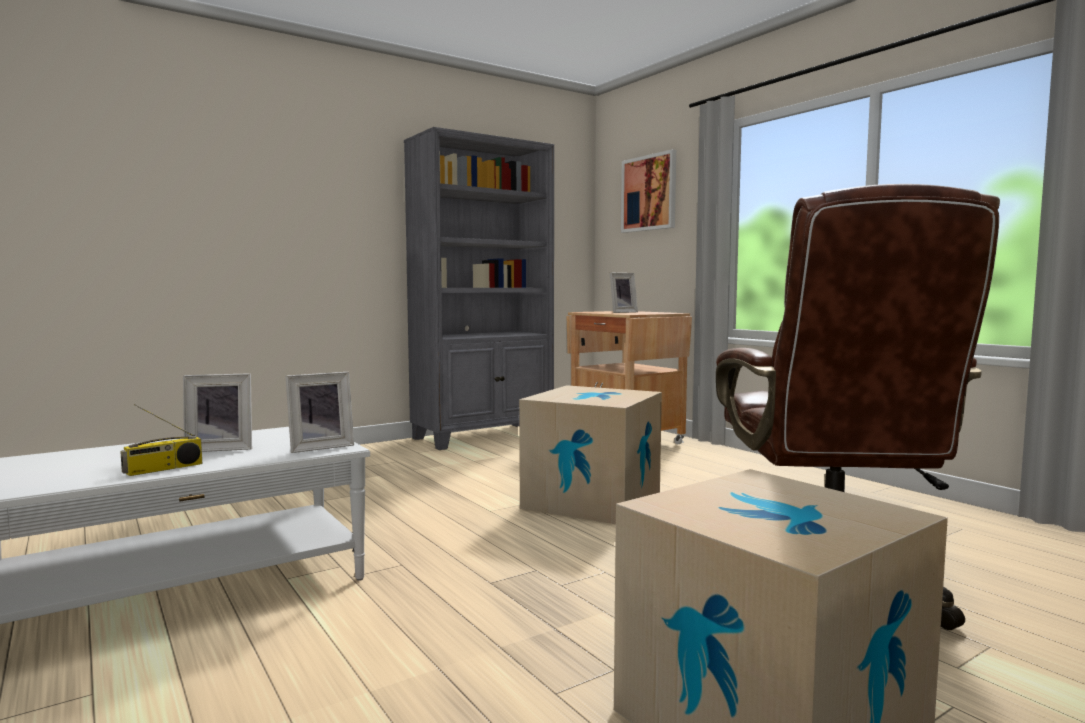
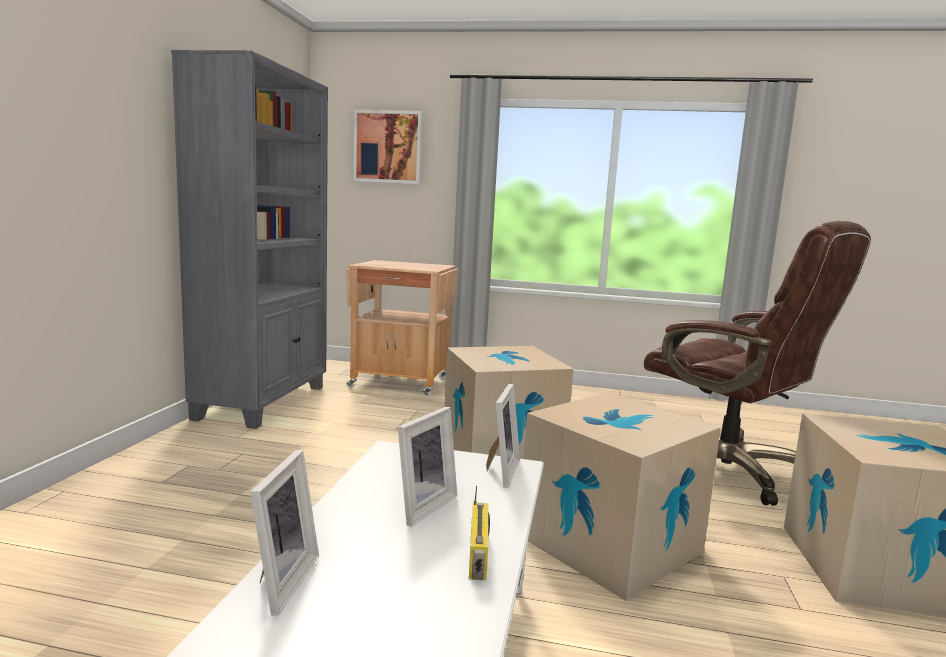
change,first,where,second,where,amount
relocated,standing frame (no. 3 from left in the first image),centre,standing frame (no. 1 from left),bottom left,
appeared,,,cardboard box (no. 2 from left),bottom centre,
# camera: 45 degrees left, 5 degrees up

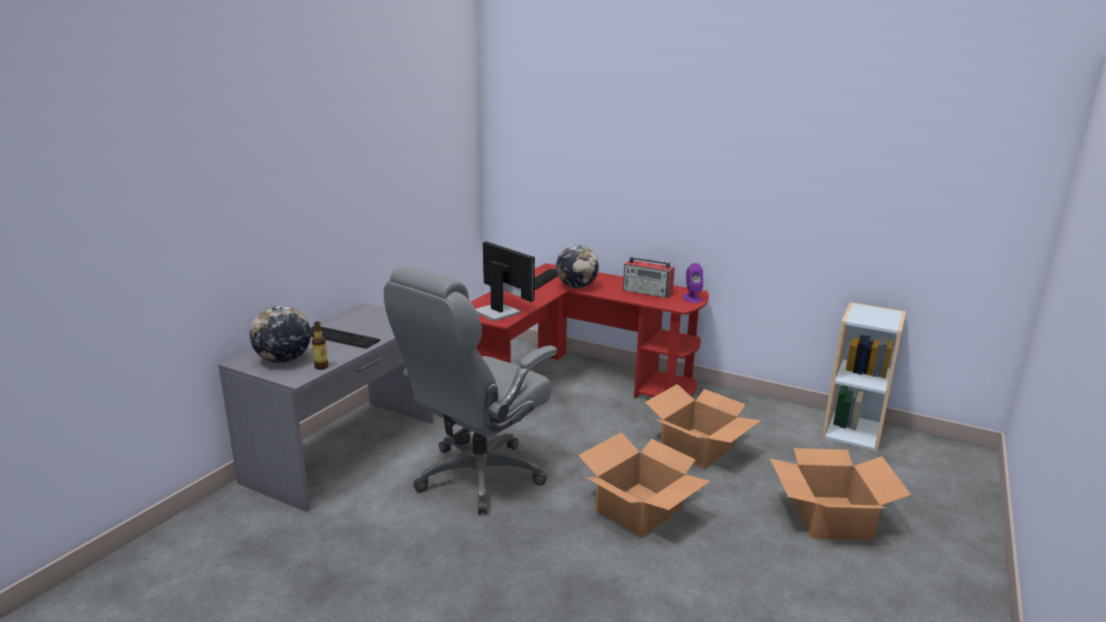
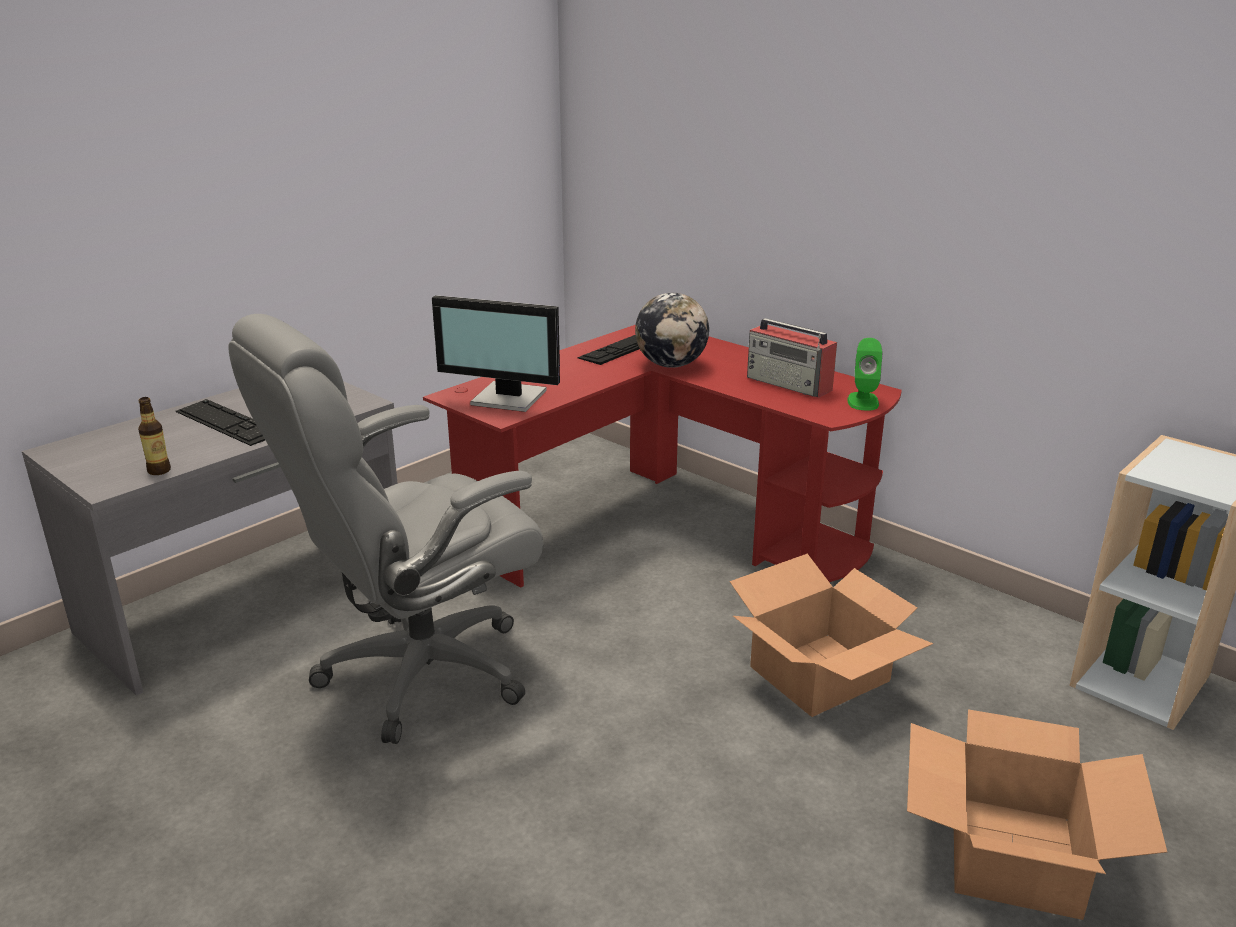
change,first,where,second,where,amount
spun,computer screen,centre,,centre,135 degrees clockwise
colour,audio speaker (purple),centre,audio speaker (green-coloured),middle right,
missing,desk globe (no. 1 from left),middle left,,,
missing,cardboard box (no. 1 from left),bottom centre,,,
# camera: 15 degrees right, 5 degrees up

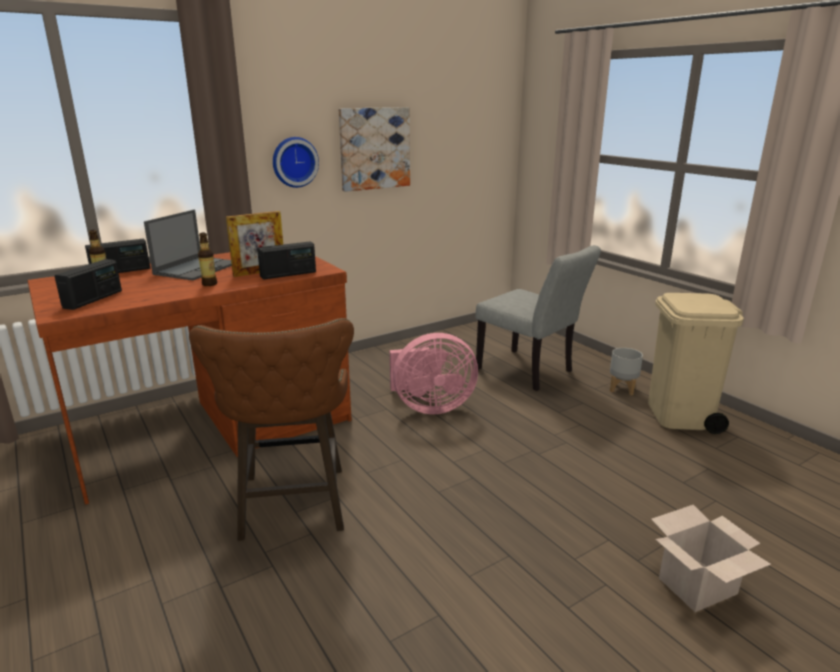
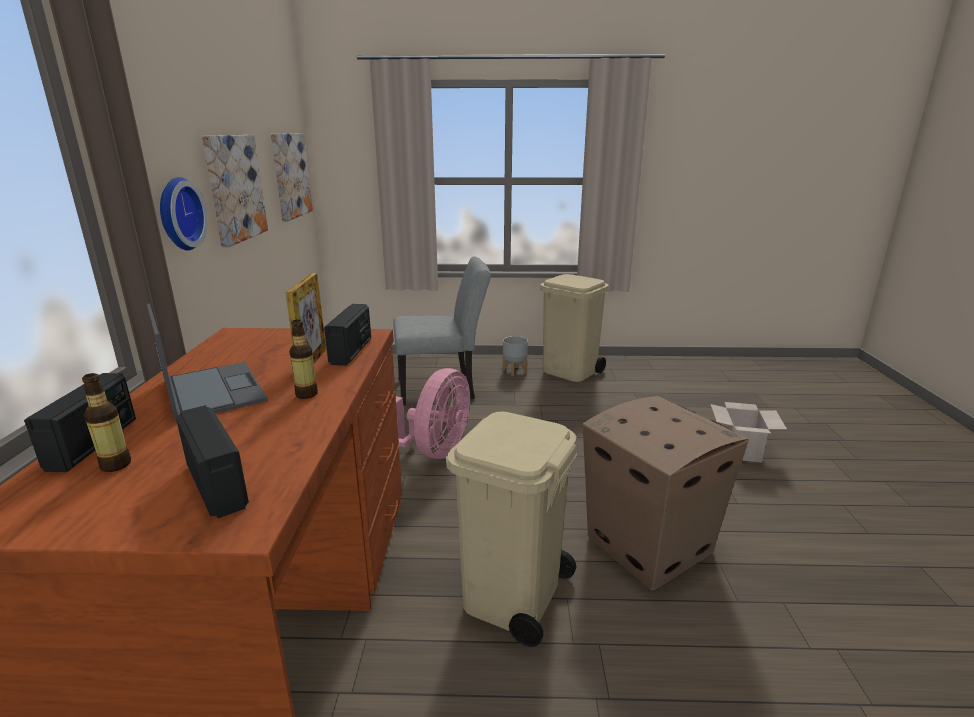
change,first,where,second,where,amount
appeared,,,wall art (no. 2 from left),top left,
exchanged,stool seat (brownish),middle left,trash can (sand-coloured) (no. 1 from left),bottom centre,
appeared,,,cardboard box (no. 1 from left),bottom right,
# camera: 55 degrees left, 0 degrees up

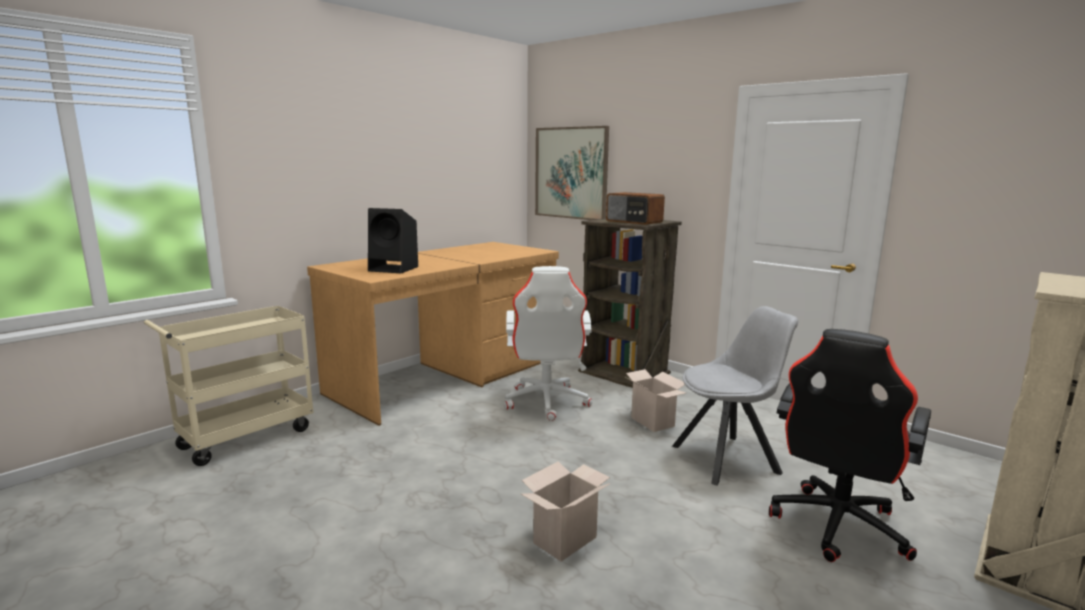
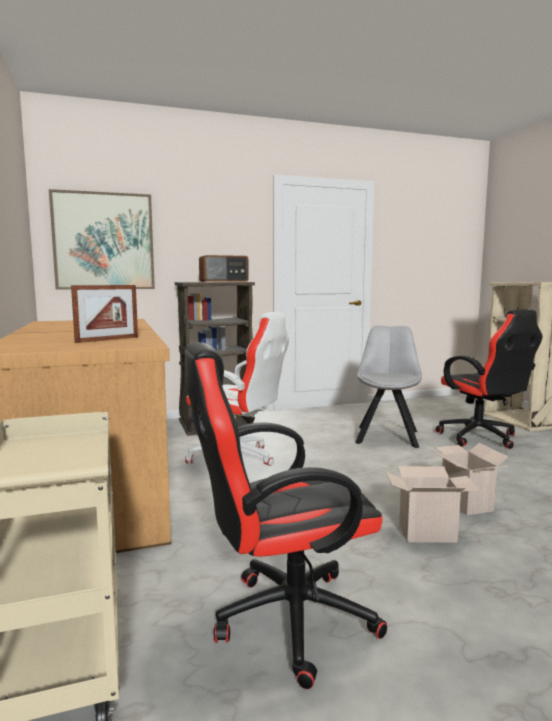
change,first,where,second,where,amount
exchanged,audio speaker (black-coloured),centre,standing frame,middle left,
appeared,,,desk chair (black-coloured) (no. 1 from left),bottom centre,
relocated,cardboard box (no. 2 from left in the first image),centre,cardboard box (no. 1 from left),bottom right,
# camera: 60 degrees left, 5 degrees down

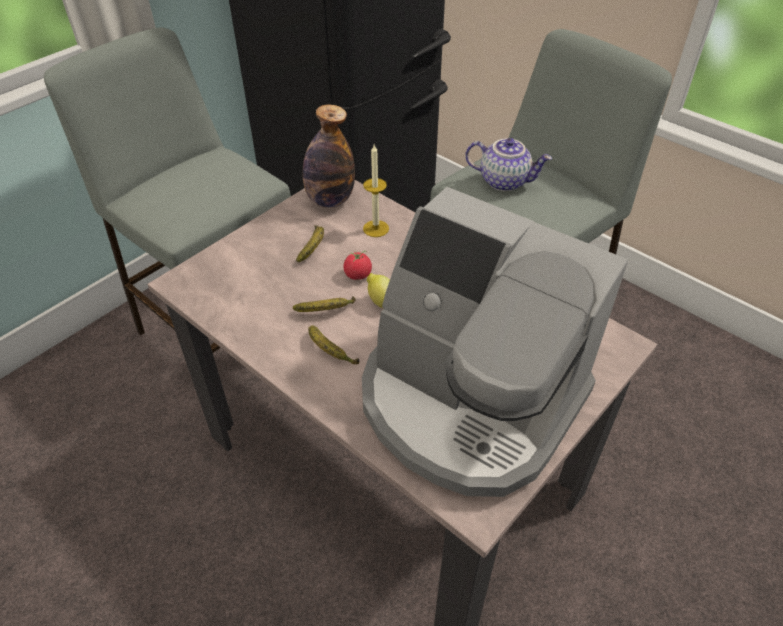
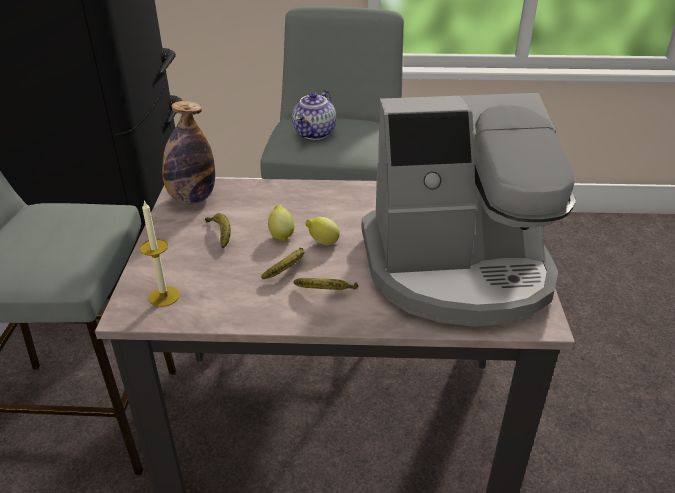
change,first,where,second,where,amount
relocated,candle,top centre,,middle left,
exchanged,tomato,centre,lemon (no. 1 from left),centre,
spun,teapot,top centre,,top centre,135 degrees clockwise
# camera: 40 degrees left, 10 degrees down

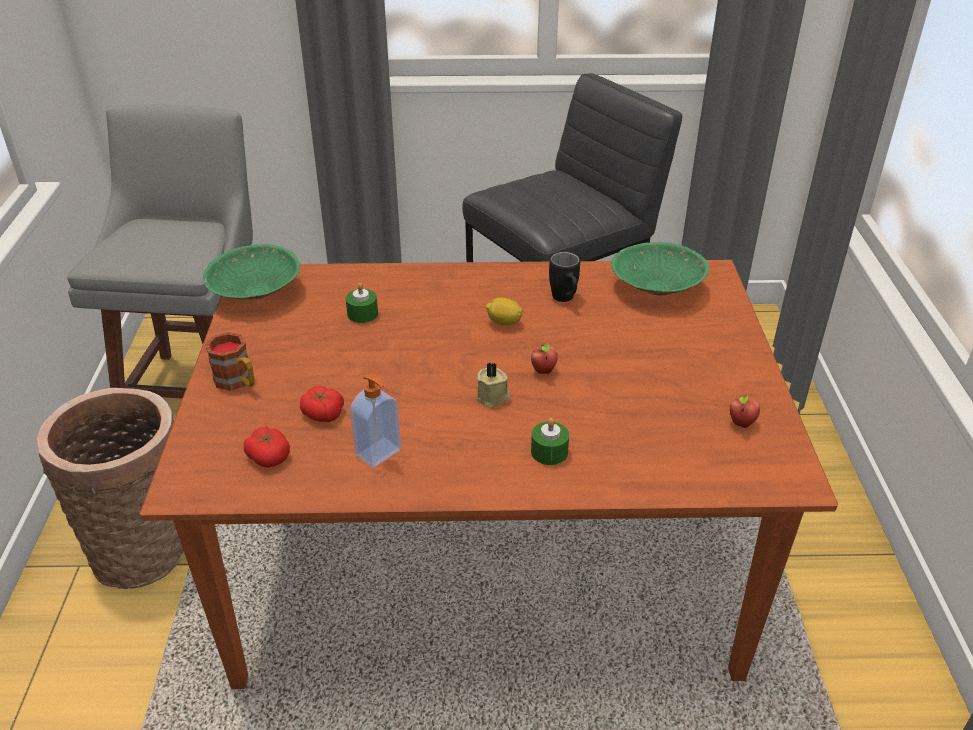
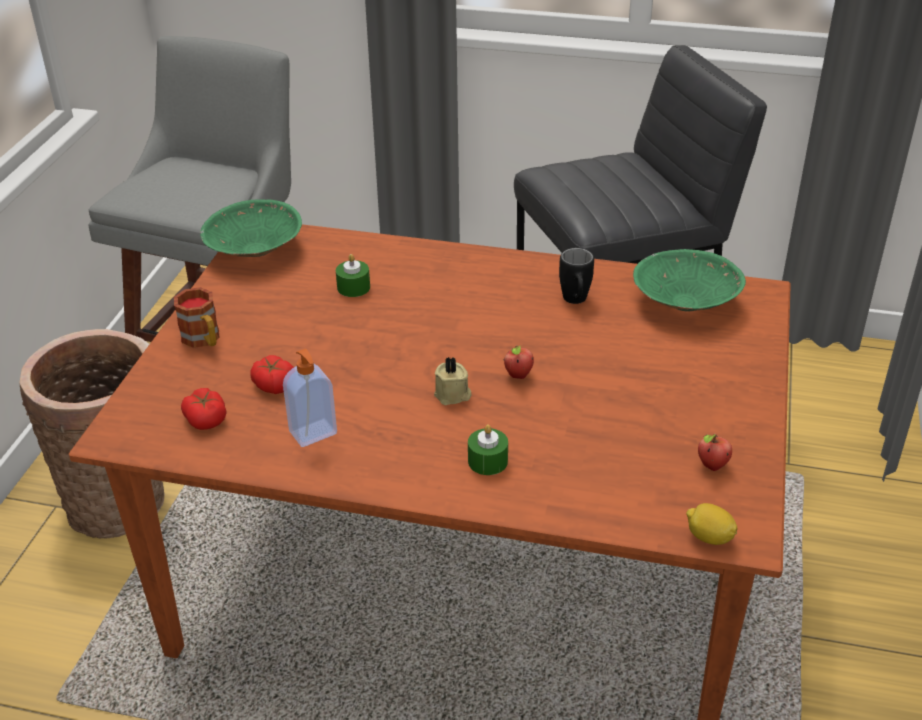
change,first,where,second,where,amount
relocated,lemon,centre,,bottom right,
# camera: 15 degrees right, 0 degrees up

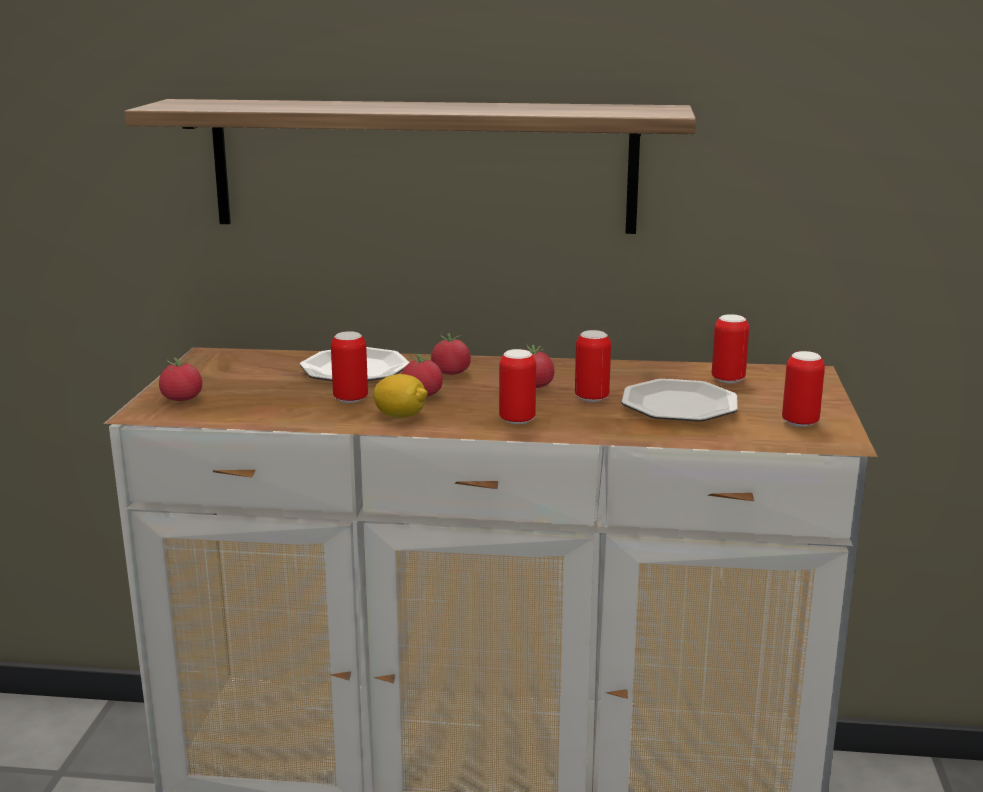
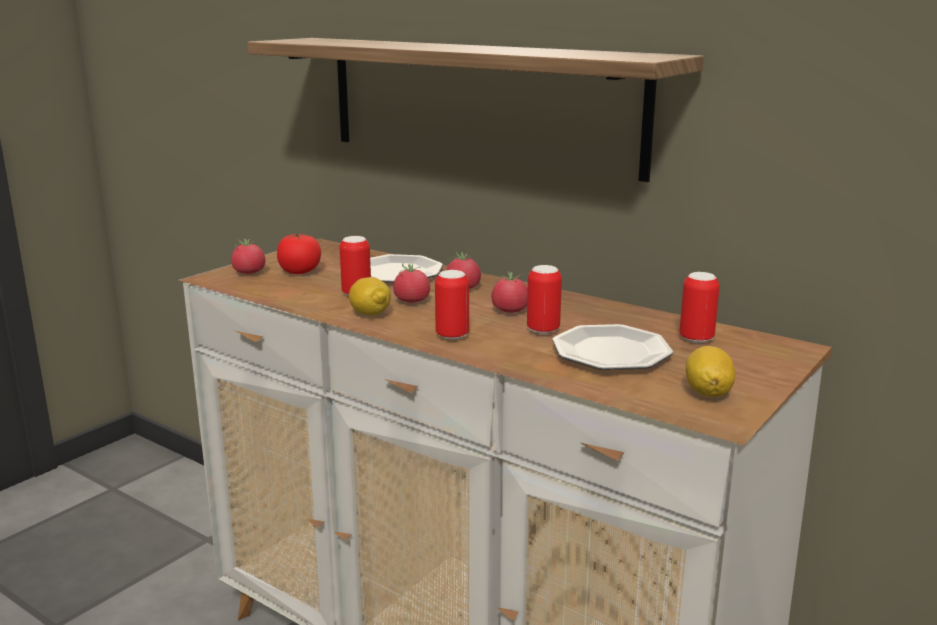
change,first,where,second,where,amount
appeared,,,tomato (no. 2 from left),middle left,
exchanged,sealed can (no. 5 from left),middle right,lemon (no. 2 from left),middle right,
# camera: 30 degrees right, 0 degrees up

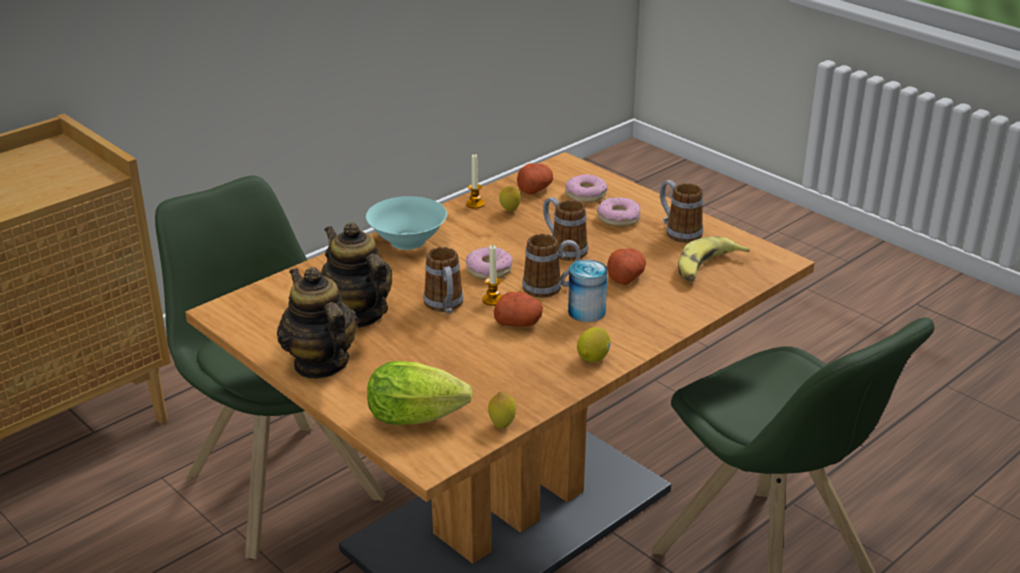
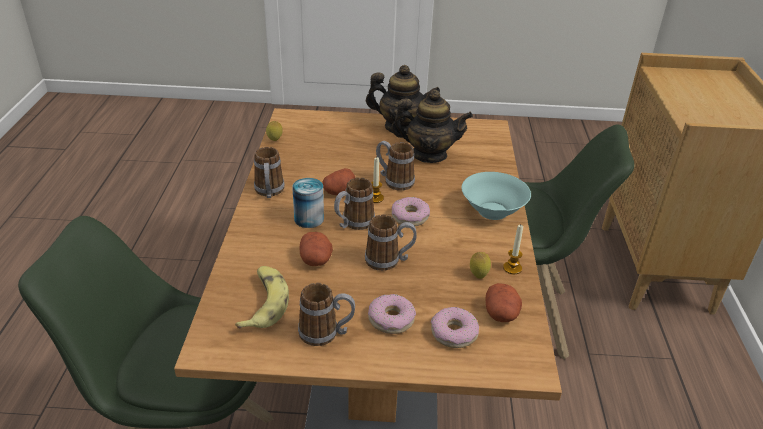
change,first,where,second,where,amount
exchanged,lemon (no. 3 from left),centre,mug (no. 1 from left),centre,
missing,lettuce head,bottom centre,,,
# camera: 135 degrees right, 5 degrees up

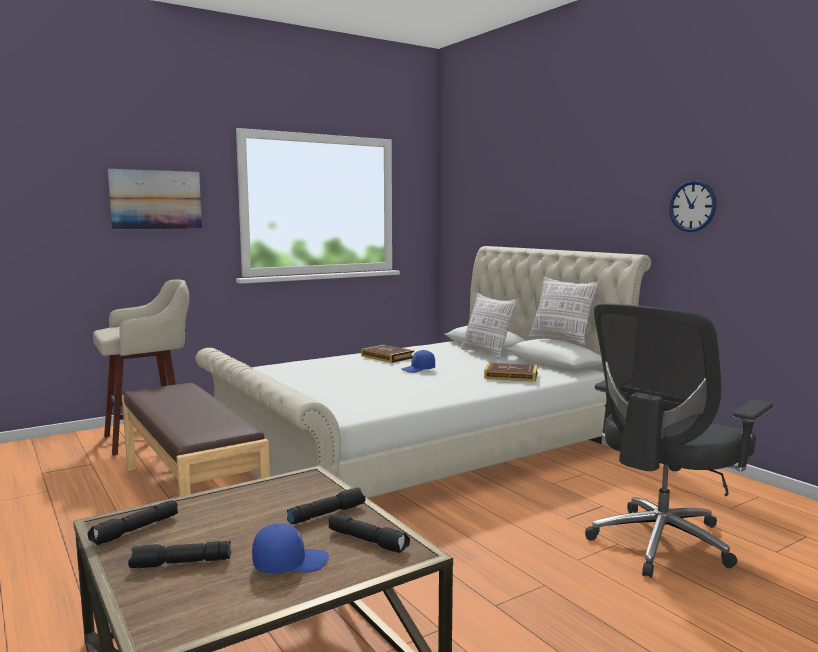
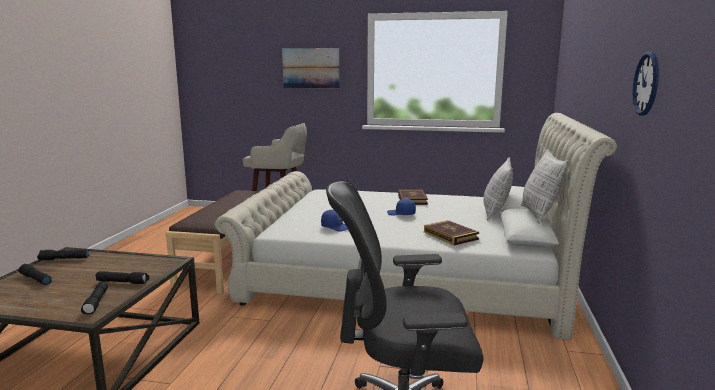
change,first,where,second,where,amount
relocated,cap (bluish) (no. 1 from left),bottom centre,,centre,
# camera: 45 degrees right, 5 degrees up

